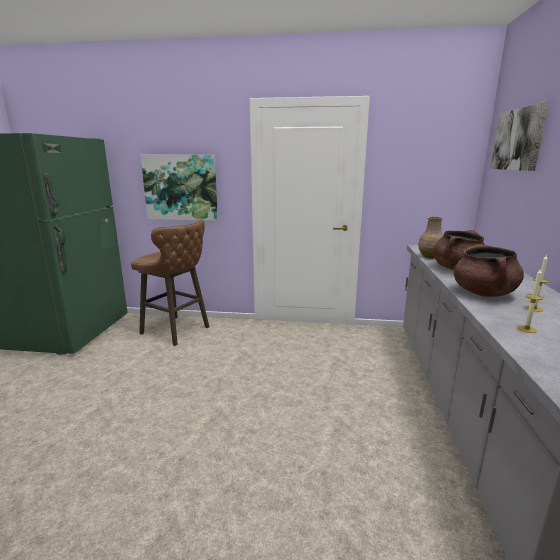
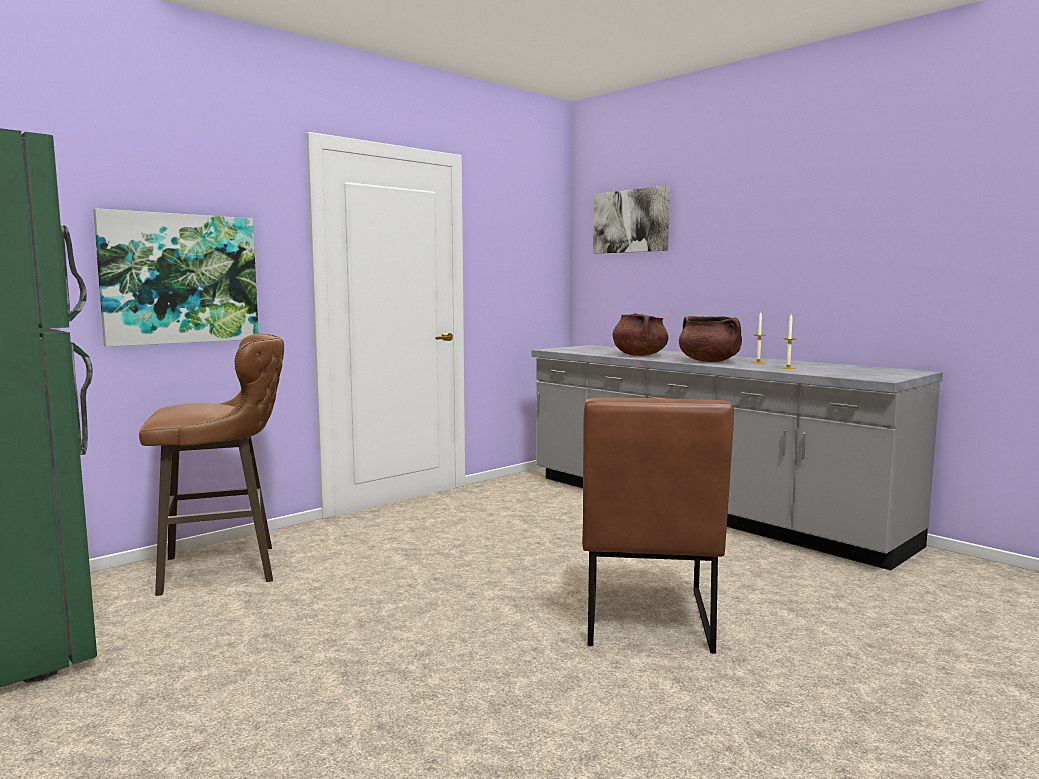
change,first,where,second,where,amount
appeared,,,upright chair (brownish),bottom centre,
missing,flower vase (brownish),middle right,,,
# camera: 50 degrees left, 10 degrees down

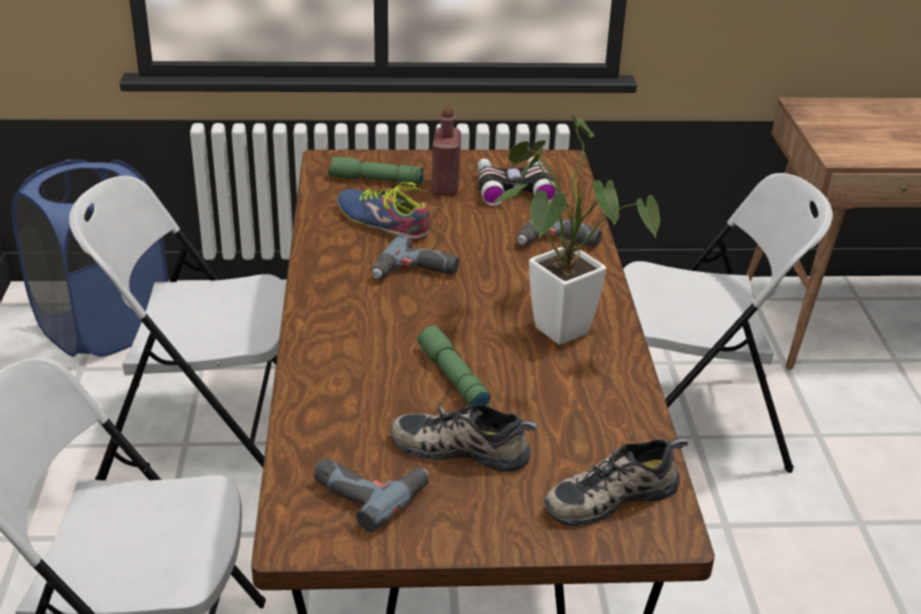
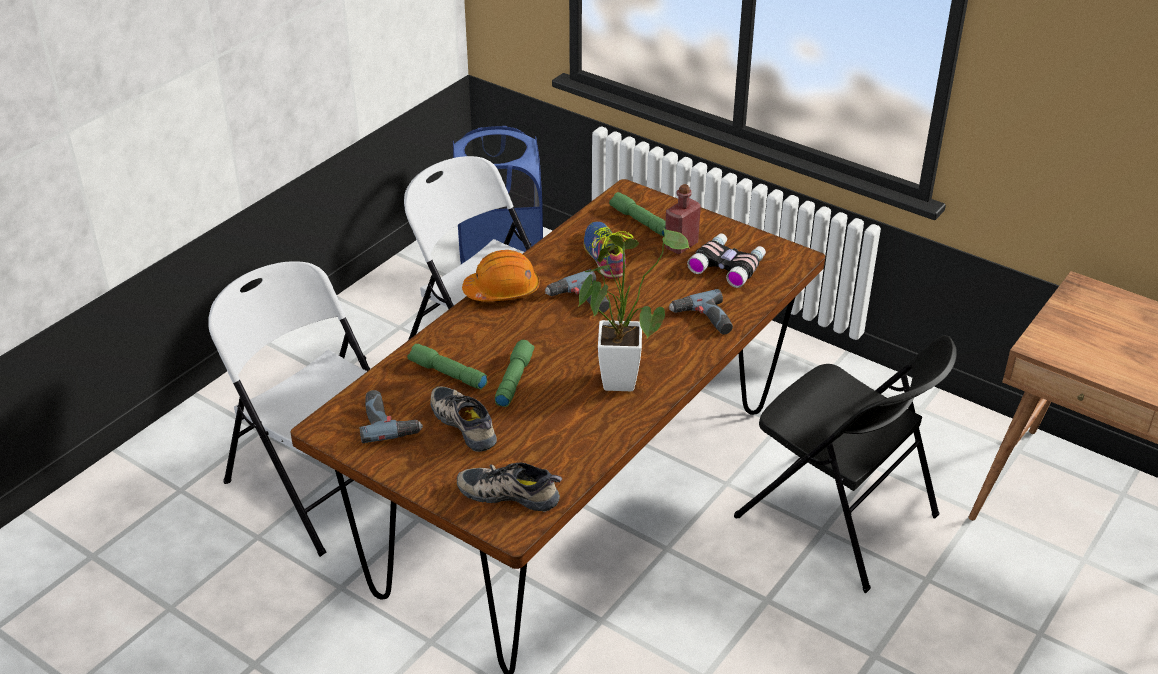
change,first,where,second,where,amount
appeared,,,torch (green-coloured) (no. 1 from left),centre,
appeared,,,hard hat (orangey),centre,
colour,upright chair (whitish) (no. 3 from left),middle right,upright chair (black-coloured),bottom right,
# camera: 40 degrees right, 5 degrees up

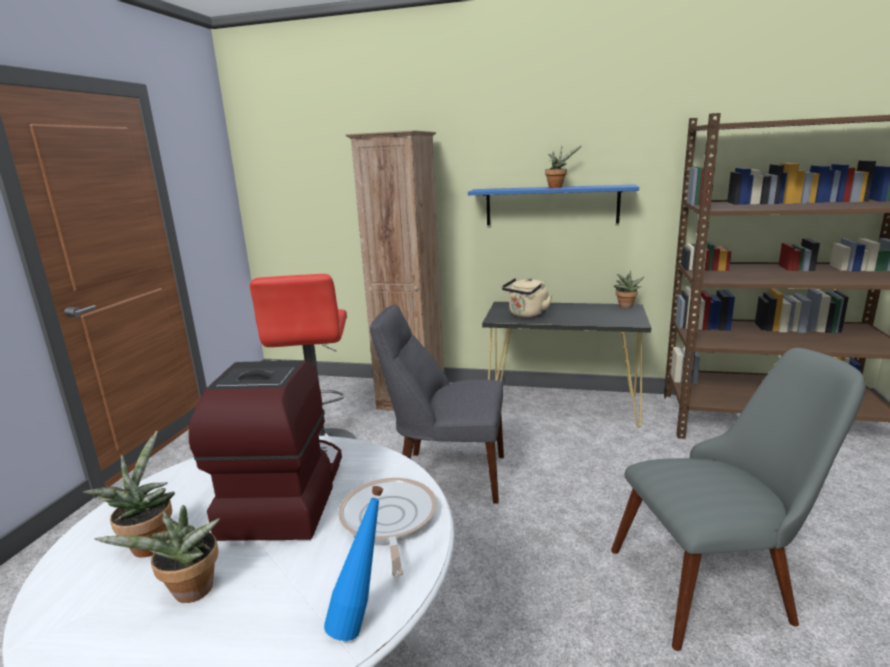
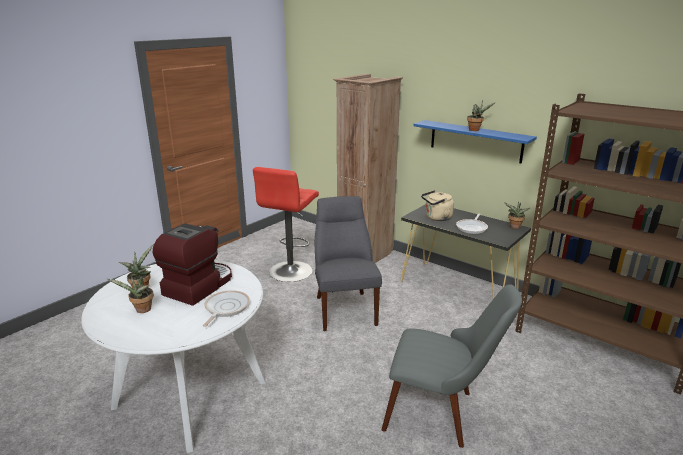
change,first,where,second,where,amount
spun,upright chair (grey) (no. 1 from left),centre,,centre,45 degrees clockwise
appeared,,,pan (no. 2 from left),middle right,
missing,bottle (bluish),bottom centre,,,
# camera: 25 degrees right, 5 degrees up

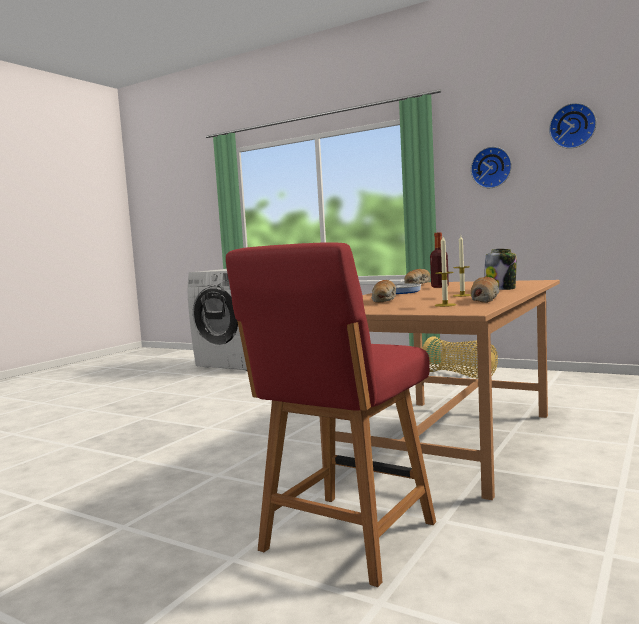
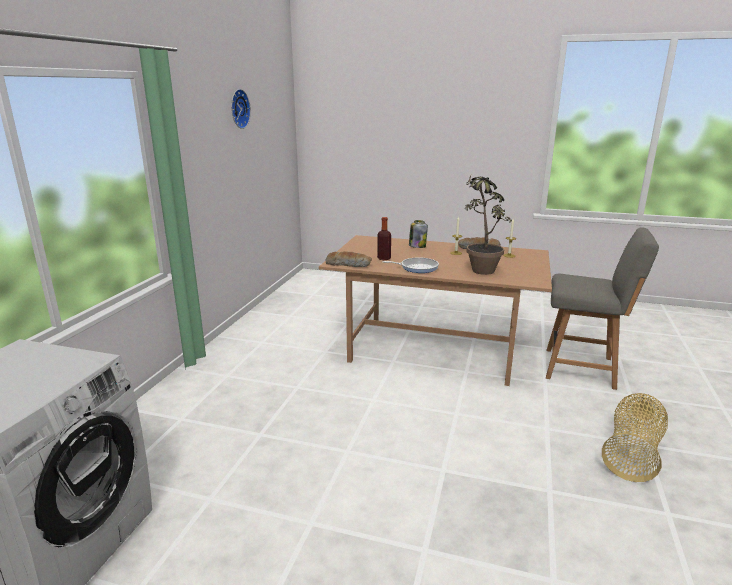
change,first,where,second,where,amount
exchanged,baked bread (no. 1 from left),centre,plant in a pot,middle right,
colour,upright chair (reddish),centre,upright chair (grey),middle right,
relocated,basket,middle right,,bottom right,
missing,clock on the wall (no. 1 from left),top right,,,
# camera: 105 degrees left, 15 degrees up

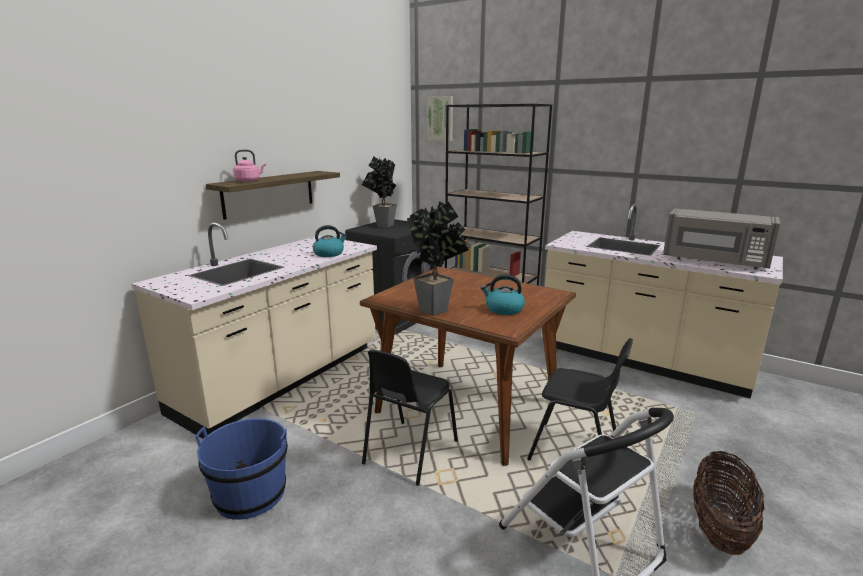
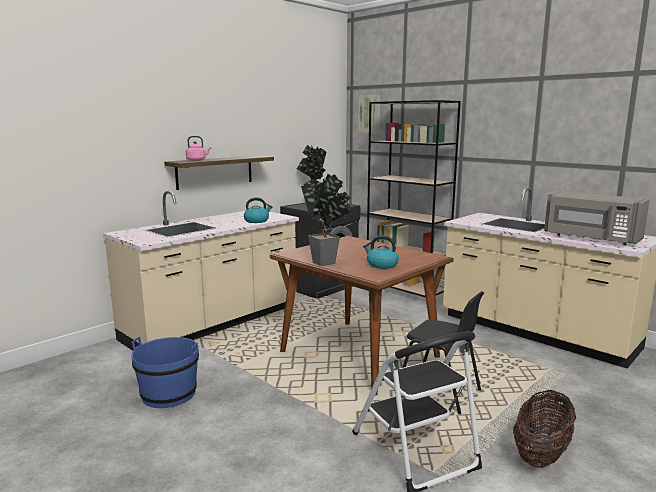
change,first,where,second,where,amount
missing,upright chair (black-coloured) (no. 1 from left),bottom centre,,,
# camera: 10 degrees right, 5 degrees down

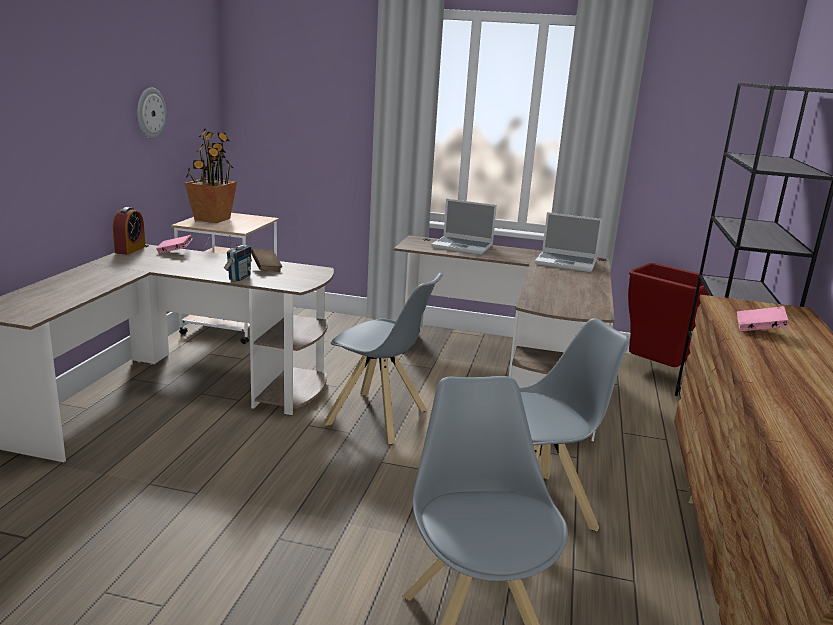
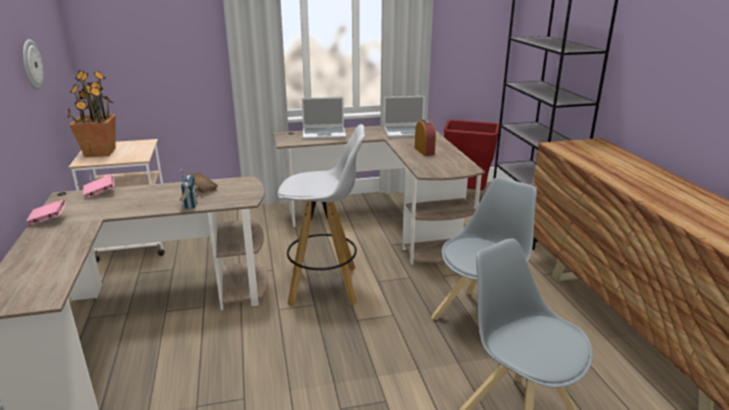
change,first,where,second,where,amount
relocated,book (pink-coloured) (no. 2 from left in the first image),middle right,book (pink-coloured) (no. 1 from left),middle left,
exchanged,upright chair (grey) (no. 1 from left),centre,stool seat (whitish),centre,
relocated,bedside clock,middle left,,centre,
# camera: 25 degrees left, 5 degrees up

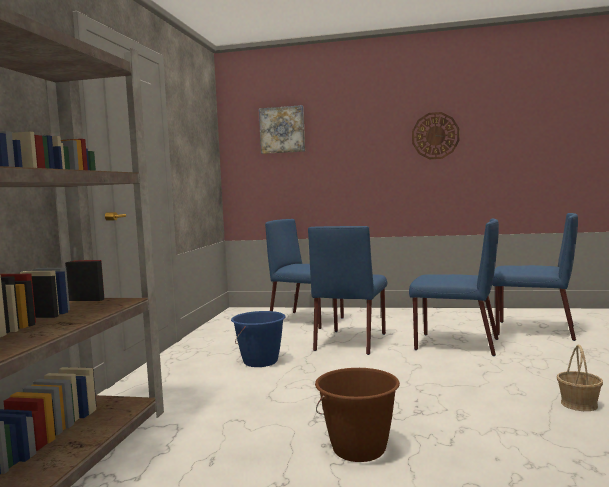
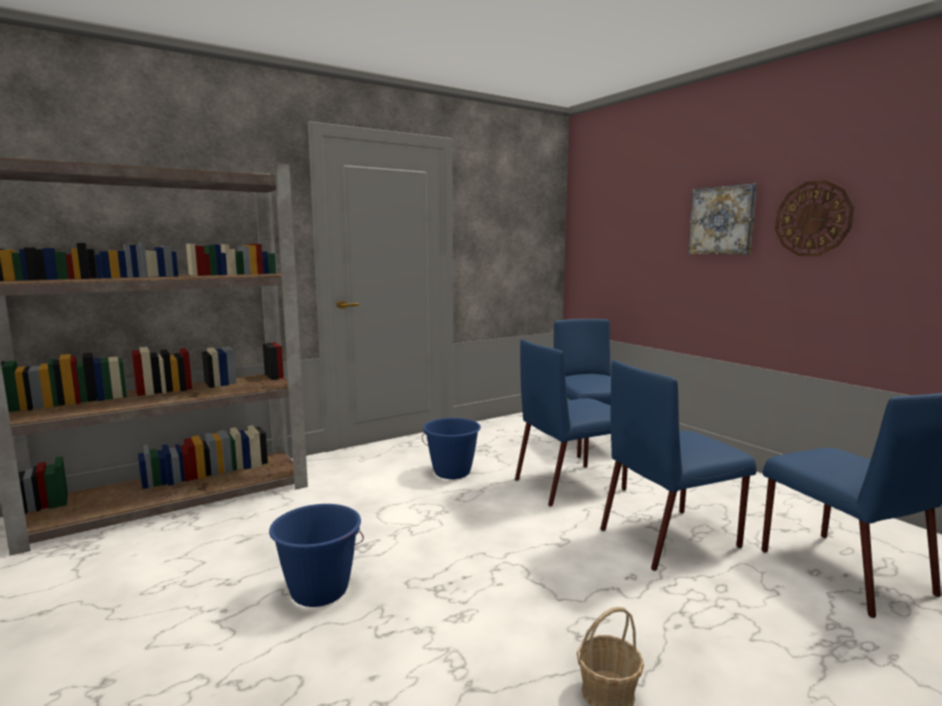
change,first,where,second,where,amount
colour,bucket (brownish),bottom centre,bucket (bluish) (no. 1 from left),bottom centre,
spun,upright chair (bluish) (no. 3 from left),middle right,,middle right,90 degrees clockwise
relocated,wall art,top centre,,top right,
# camera: 45 degrees right, 5 degrees up

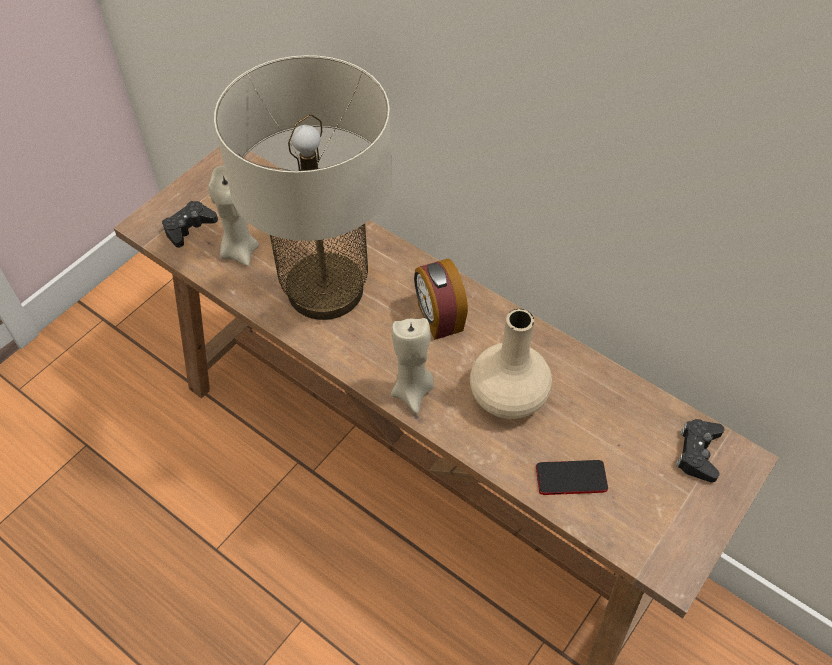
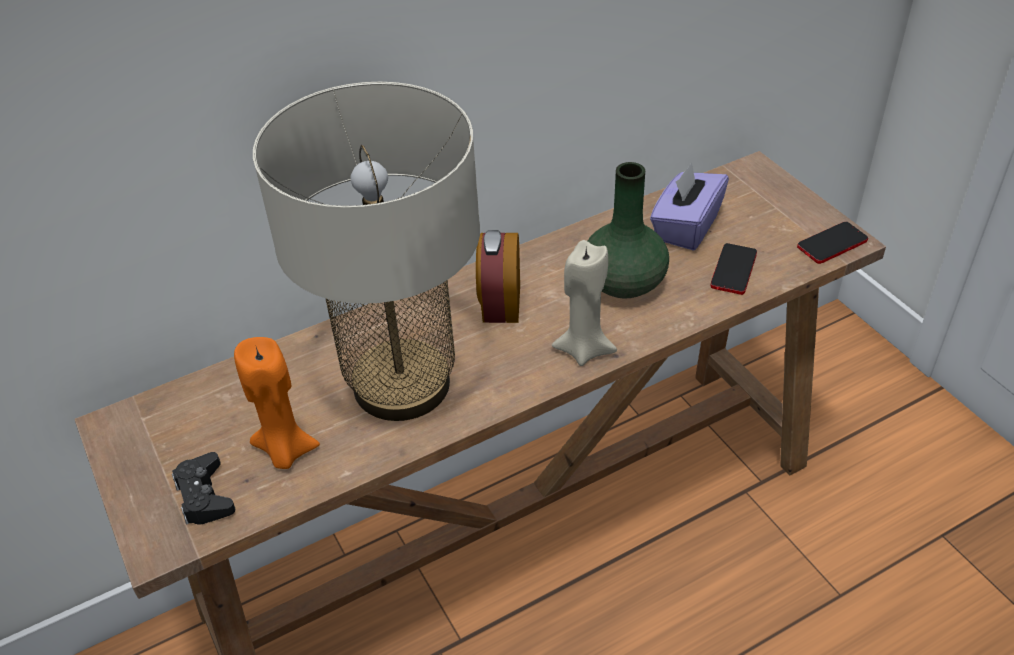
change,first,where,second,where,amount
colour,candle (sand-coloured) (no. 1 from left),top left,candle (orangey),middle left,
spun,bedside clock,centre,,centre,90 degrees clockwise
colour,flower vase (sand-coloured),centre,flower vase (green-coloured),centre,
appeared,,,tissue holder (purple),top right,
appeared,,,telephone (no. 2 from left),middle right,
missing,game controller (black-coloured) (no. 2 from left),bottom right,,,
# camera: 65 degrees left, 10 degrees down

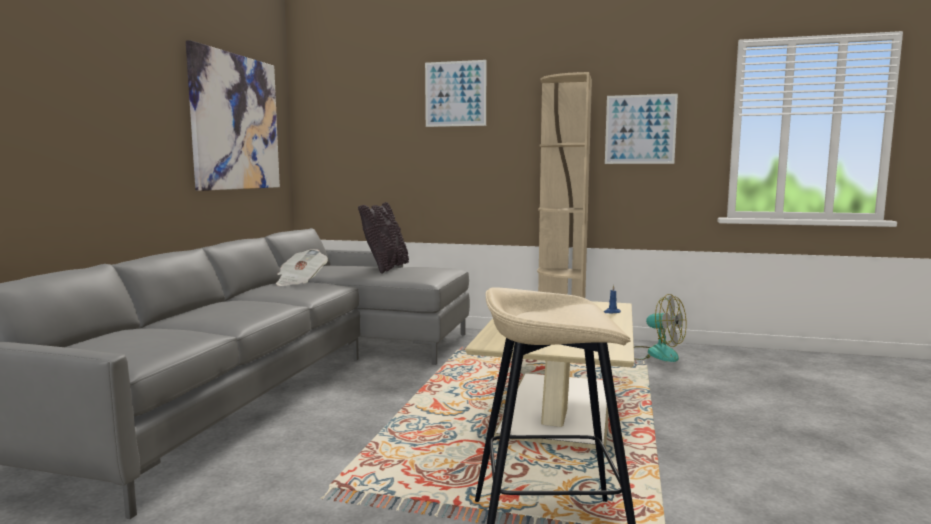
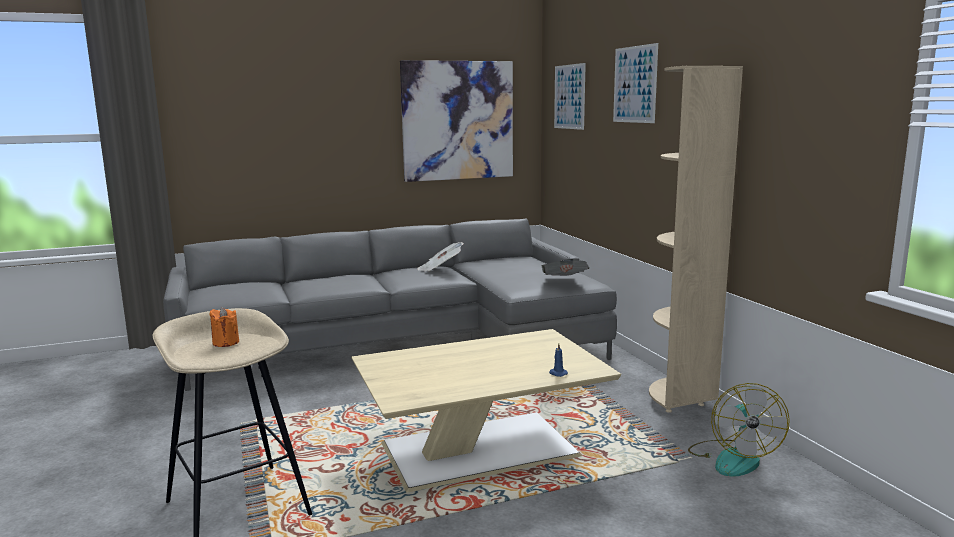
change,first,where,second,where,amount
appeared,,,candle (orangey),middle left,
appeared,,,printed paper (no. 2 from left),centre,
relocated,wall art (no. 3 from left in the first image),top right,wall art (no. 2 from left),top centre,
missing,cushion (black-coloured),centre,,,
# camera: 55 degrees right, 5 degrees up

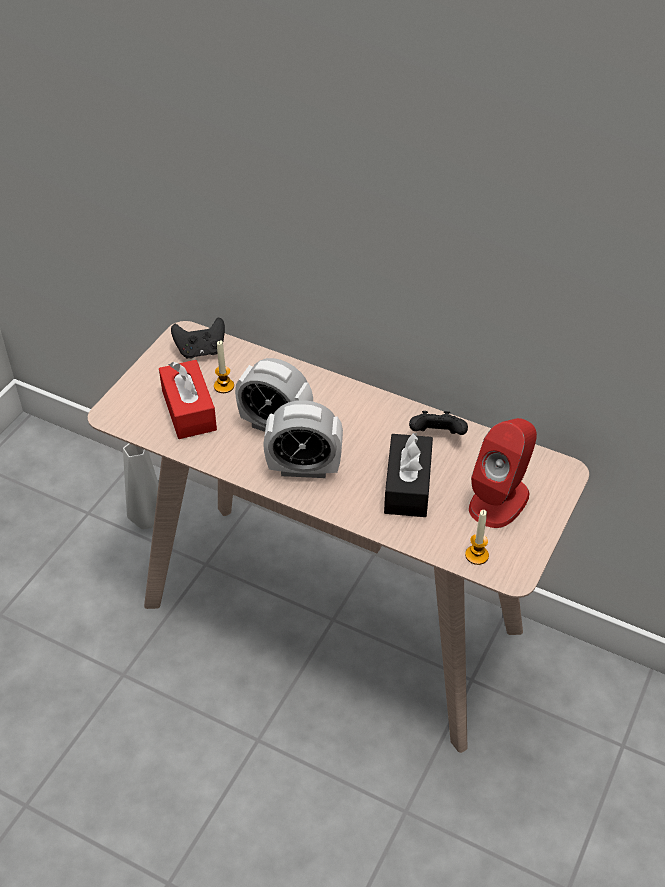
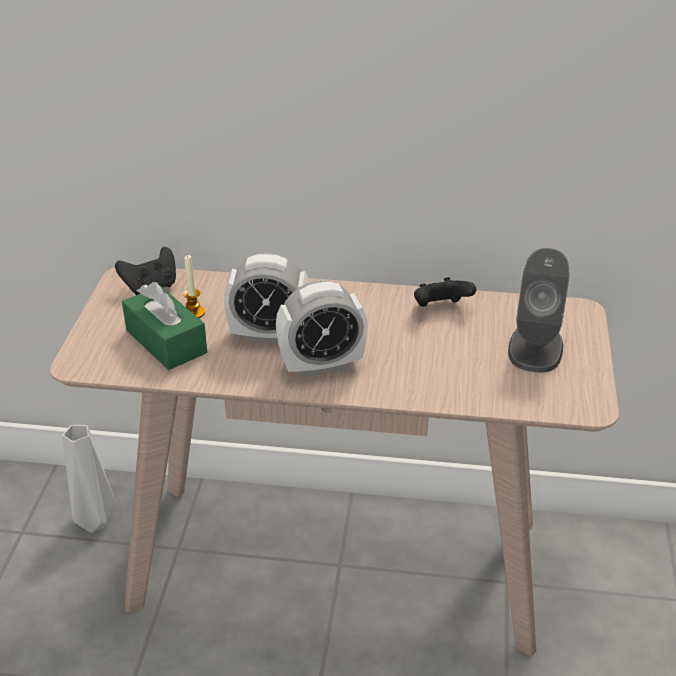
change,first,where,second,where,amount
colour,tissue holder (reddish),middle left,tissue holder (green-coloured),middle left,
colour,audio speaker (reddish),middle right,audio speaker (grey),middle right,
missing,tissue holder (black-coloured),centre,,,
missing,candle (no. 2 from left),middle right,,,
# camera: 20 degrees left, 10 degrees down

